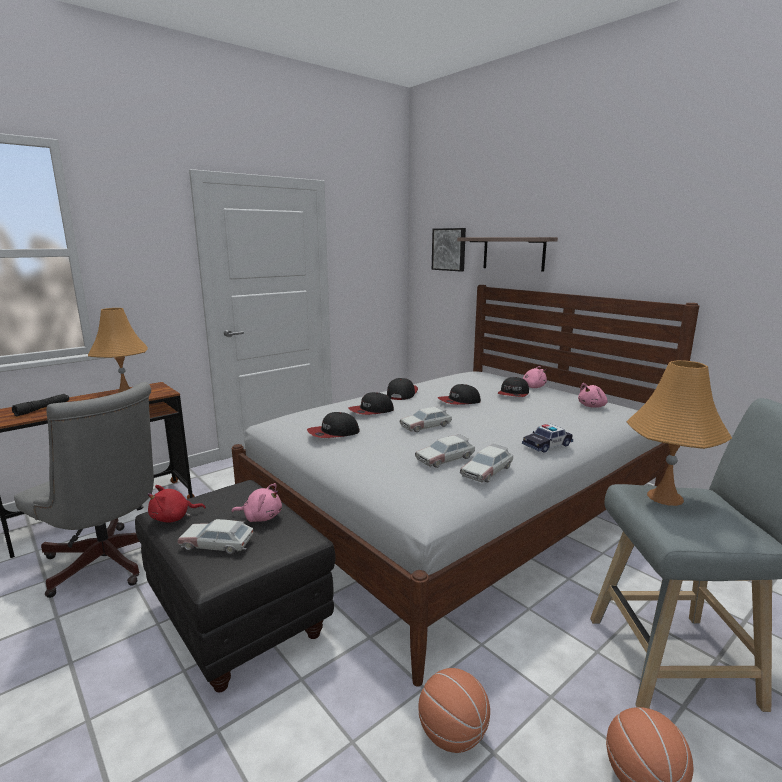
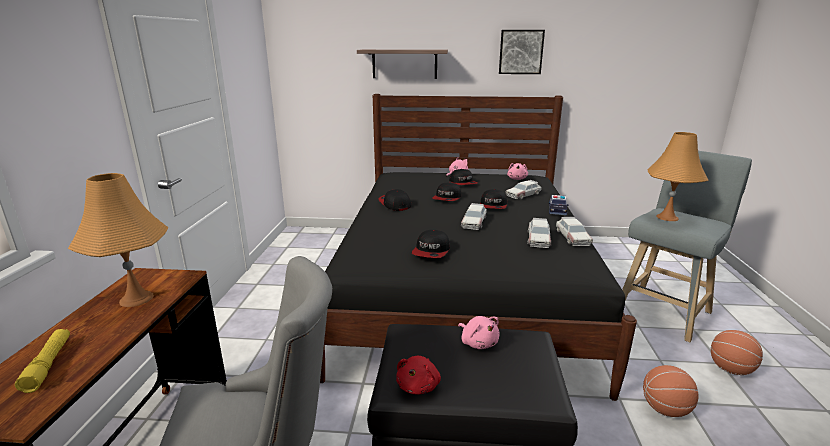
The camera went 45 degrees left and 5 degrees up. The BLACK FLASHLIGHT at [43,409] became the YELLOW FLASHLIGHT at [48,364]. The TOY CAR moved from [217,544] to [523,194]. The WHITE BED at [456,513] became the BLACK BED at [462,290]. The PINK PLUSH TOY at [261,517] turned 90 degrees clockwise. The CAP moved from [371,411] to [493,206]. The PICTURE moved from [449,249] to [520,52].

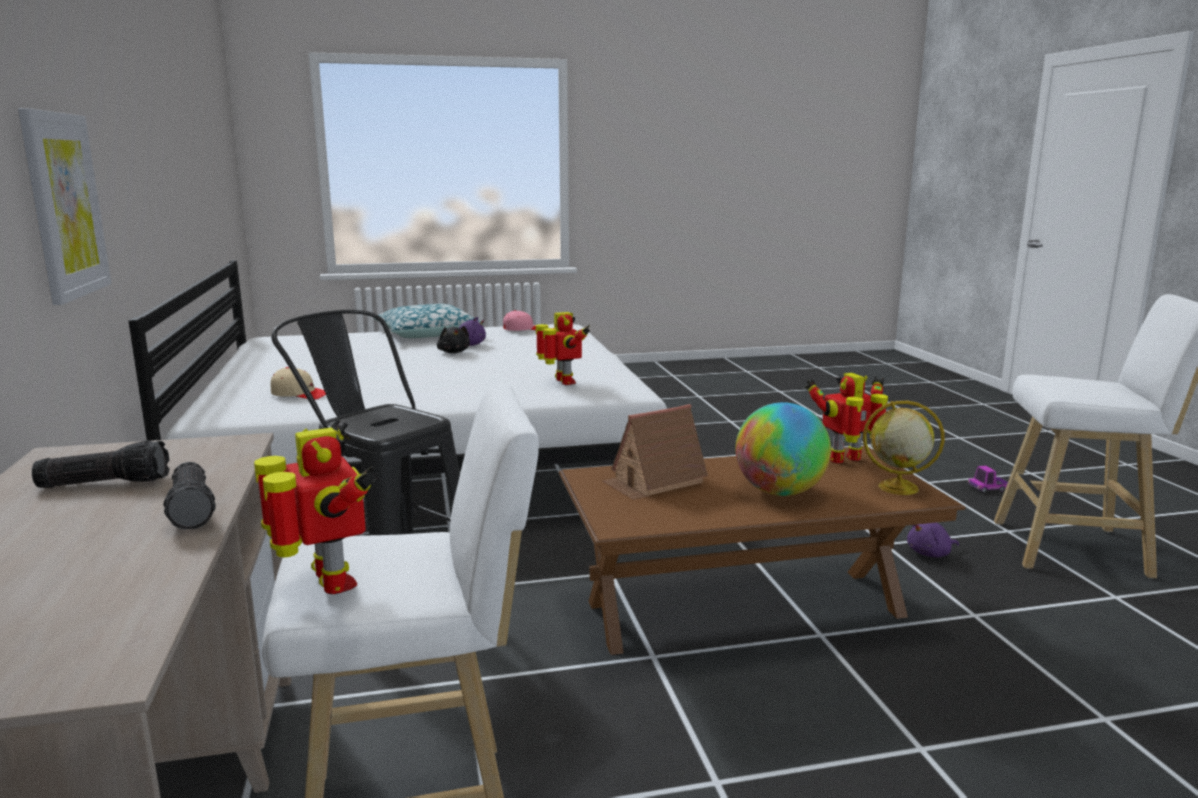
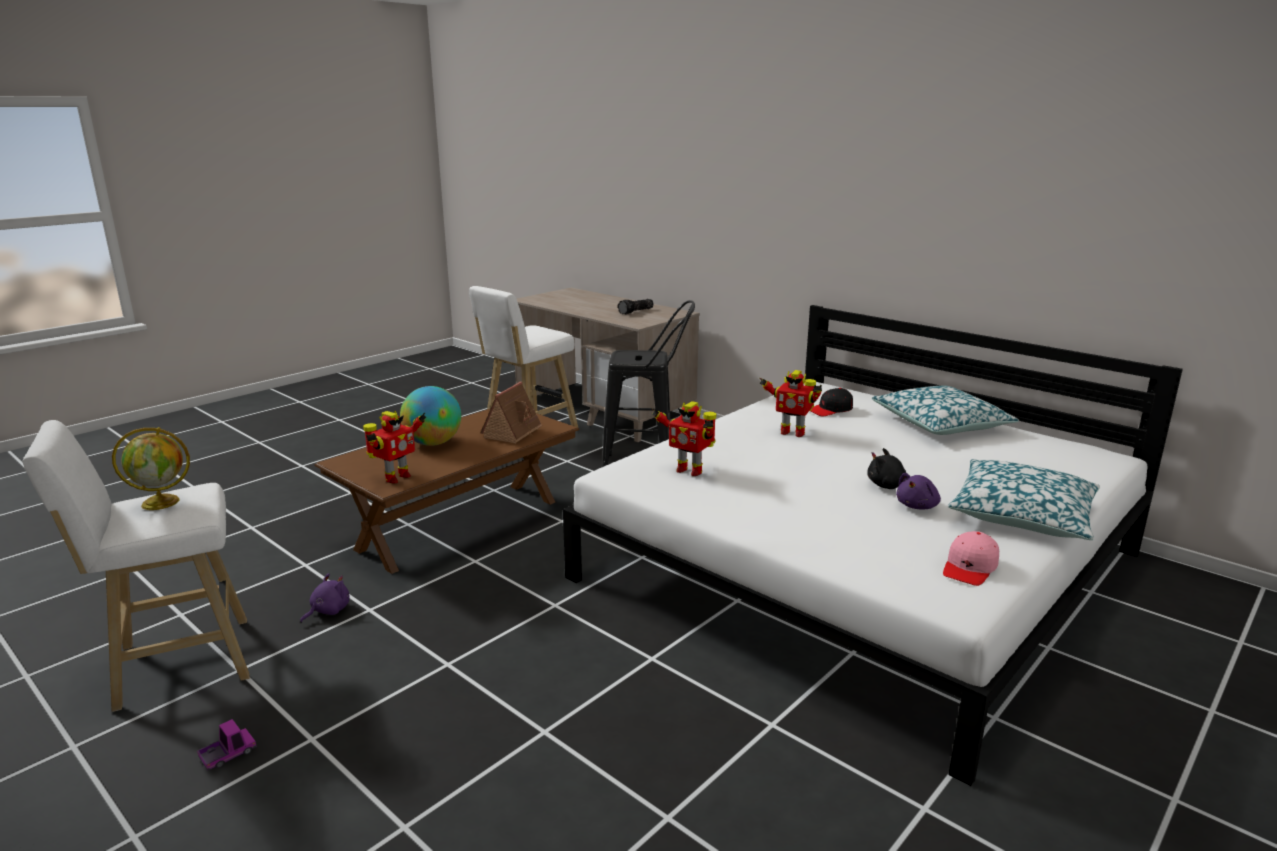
The camera went 145 degrees right and 5 degrees up. The PICTURE at [64,205] disappeared. The FLASHLIGHT at [194,509] disappeared. The TOY ROBOT moved from [329,582] to [792,432]. The BEIGE CAP at [300,394] became the BLACK CAP at [831,410]. The GLOBE moved from [897,487] to [162,502]. The PILLOW at [940,424] appeared.

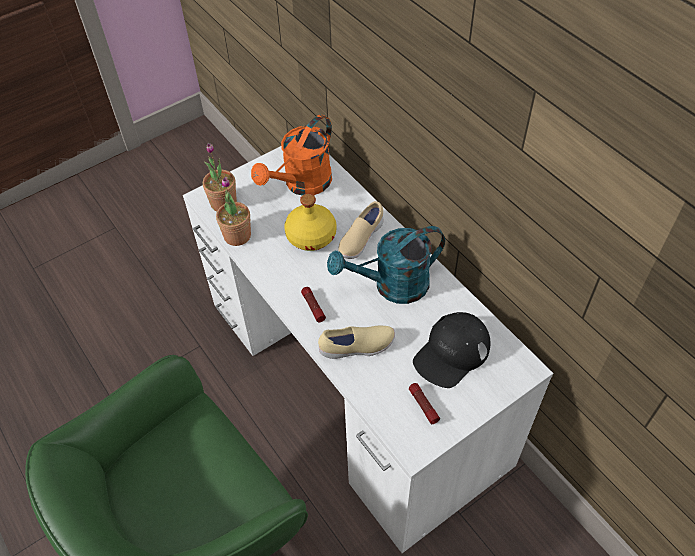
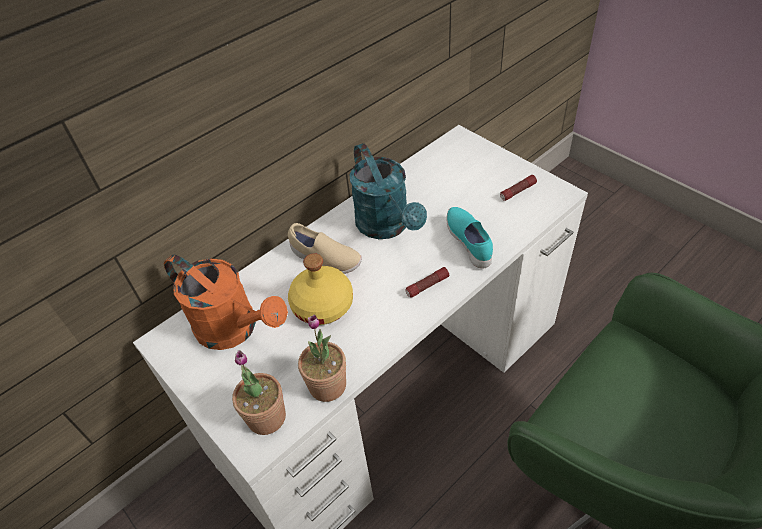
The camera went 95 degrees left and 5 degrees down. The BEIGE SHOE at [357,347] became the TURQUOISE SHOE at [470,243]. The BLACK CAP at [451,353] disappeared.

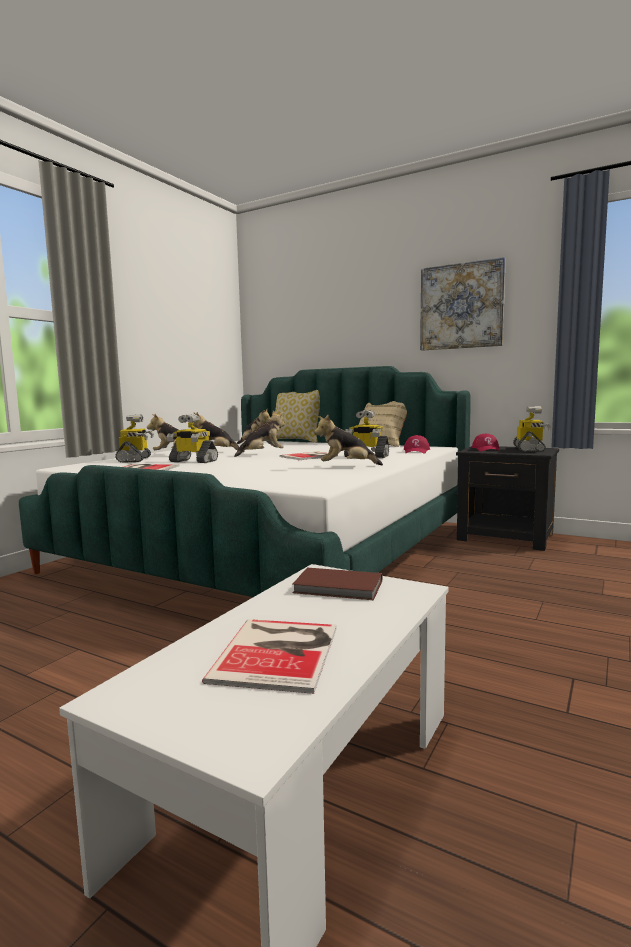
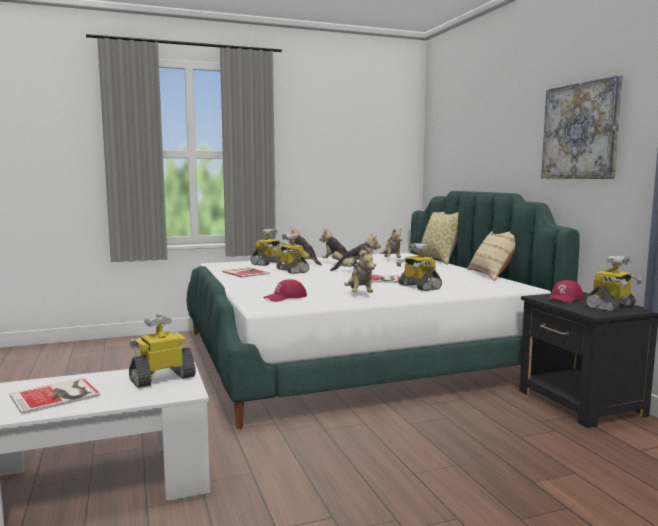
The camera went 40 degrees right and 0 degrees up. The BROWN BOOK at [339,587] was replaced by the TOY ROBOT at [162,378]. The PLUSH TOY at [346,466] turned 135 degrees counterclockwise. The RED CAP moved from [416,451] to [285,297].

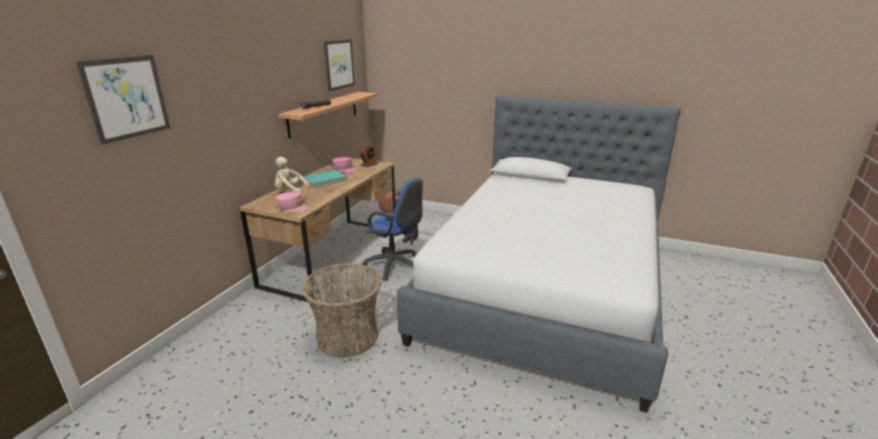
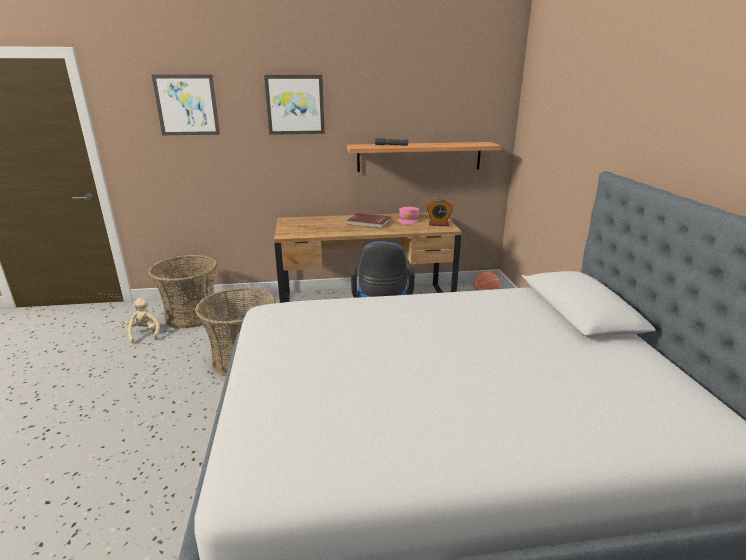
The camera went 60 degrees right and 0 degrees up. The BEIGE PLUSH TOY moved from [290,190] to [145,333]. The PINK CAP at [293,207] disappeared. The TURQUOISE BOOK at [325,180] became the RED BOOK at [369,222]. The PICTURE moved from [338,64] to [295,104]. The BASKET at [192,315] appeared.

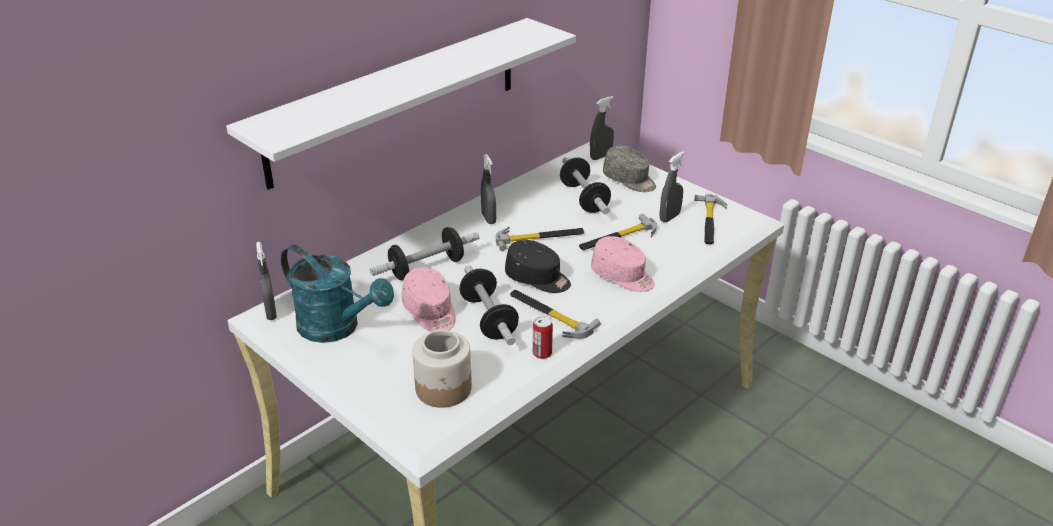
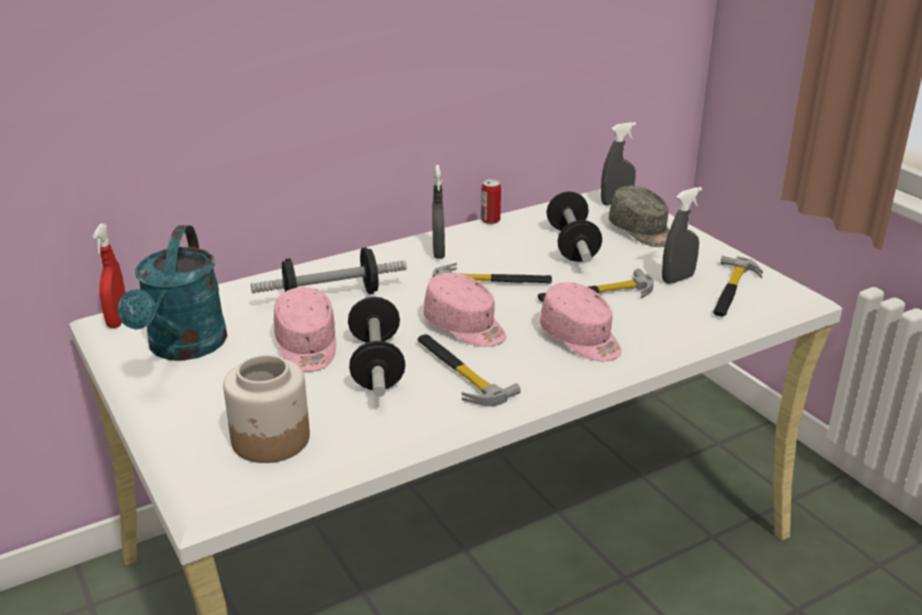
The camera went 15 degrees right and 5 degrees down. The WHITE SHELF at [396,100] disappeared. The GREY SPRAY BOTTLE at [271,312] became the RED SPRAY BOTTLE at [118,320]. The TURQUOISE WATERING CAN at [337,328] turned 45 degrees clockwise. The BLACK CAP at [538,279] became the PINK CAP at [465,327]. The CAN moved from [542,353] to [490,220].

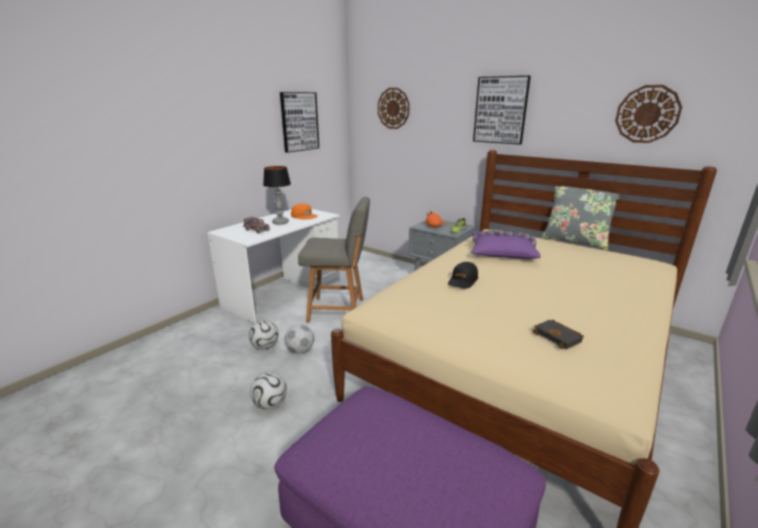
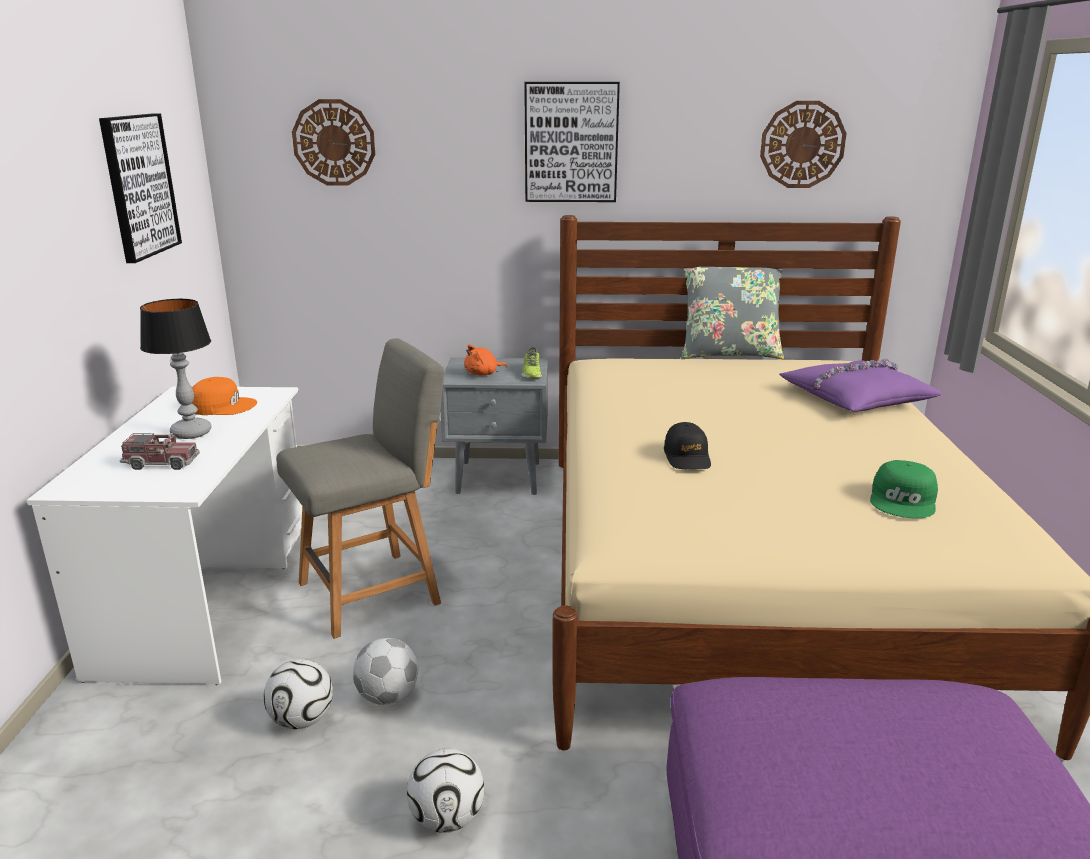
The camera went 35 degrees left and 0 degrees up. The PURPLE PILLOW moved from [502,251] to [855,398]. The BLACK BOOK at [559,337] was replaced by the GREEN CAP at [904,500].

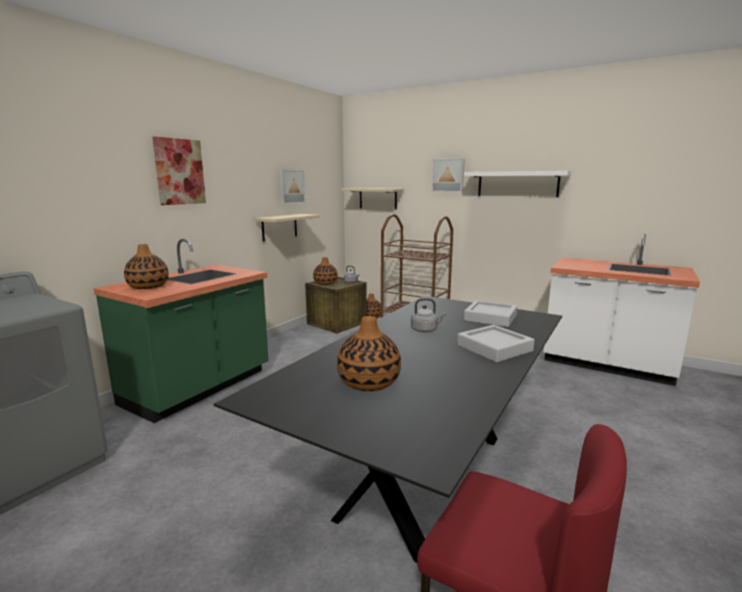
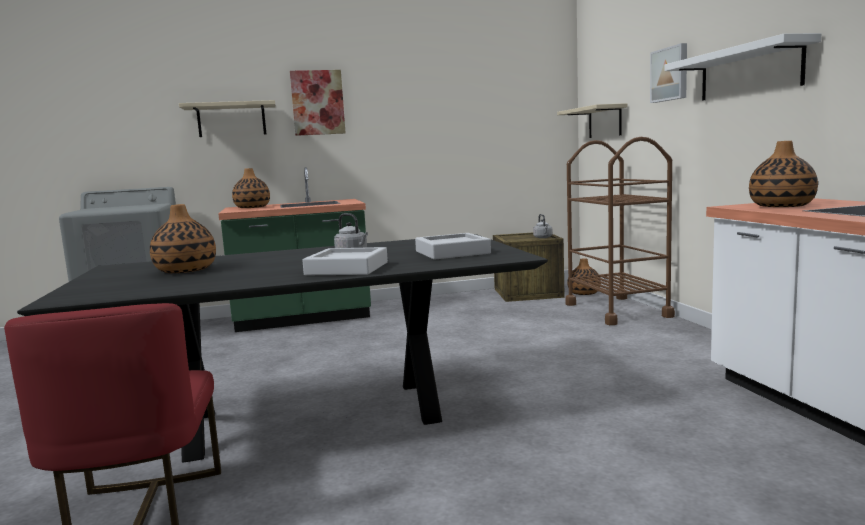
The camera went 45 degrees right and 5 degrees down. The BEIGE SHELF moved from [279,227] to [231,120]. The PICTURE at [291,186] disappeared. The VASE moved from [325,283] to [781,206].

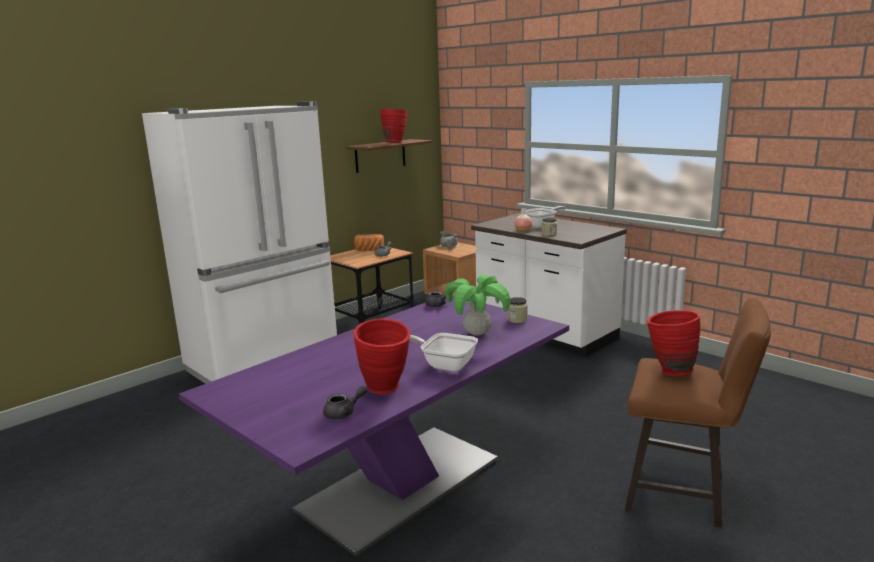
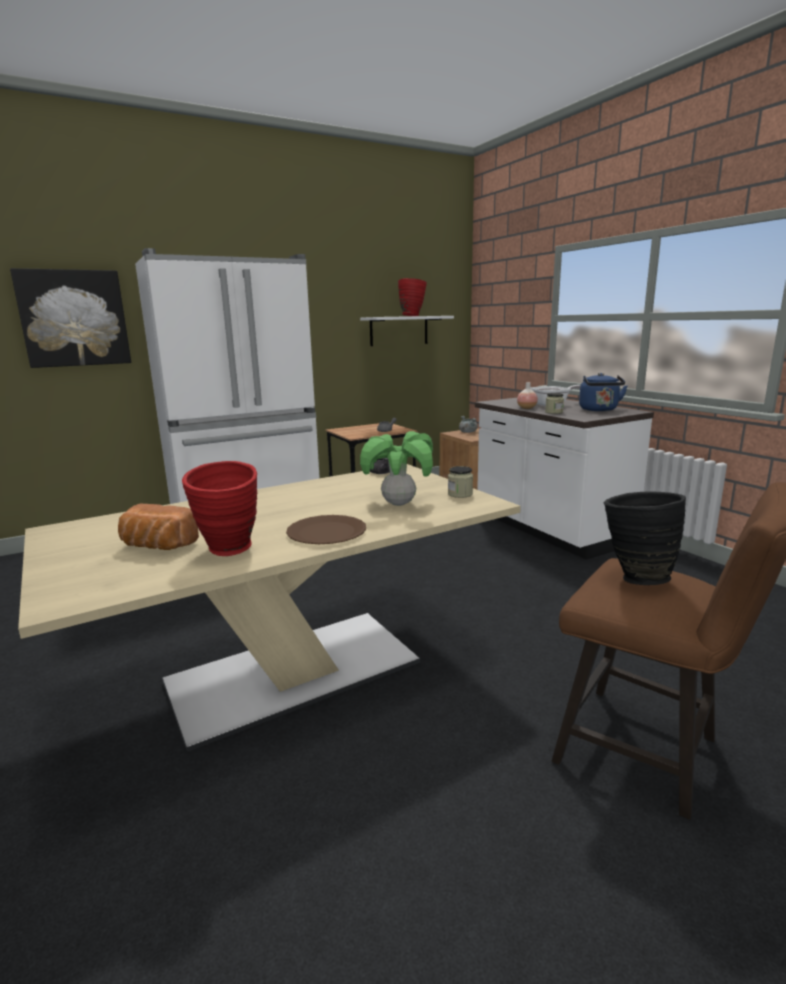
The camera went 15 degrees right and 0 degrees up. The PURPLE DINING TABLE at [400,485] became the BEIGE DINING TABLE at [294,673]. The GREY TEAPOT at [344,413] disappeared. The BROWN SHELF at [380,155] became the WHITE SHELF at [399,331]. The BREAD moved from [369,250] to [157,546]. The FRYING PAN at [444,364] was replaced by the BROWN PLATE at [326,532]. The RED VASE at [669,371] became the BLACK VASE at [635,577]. The PICTURE at [74,318] appeared. The BLUE KETTLE at [599,410] appeared.

